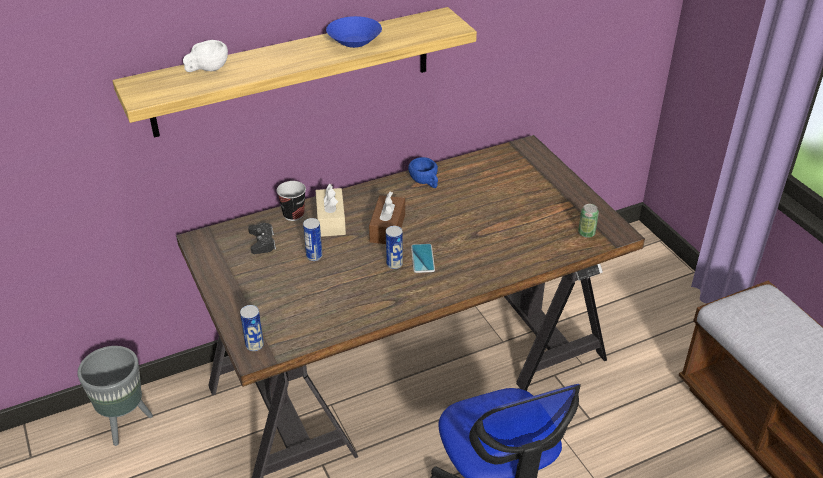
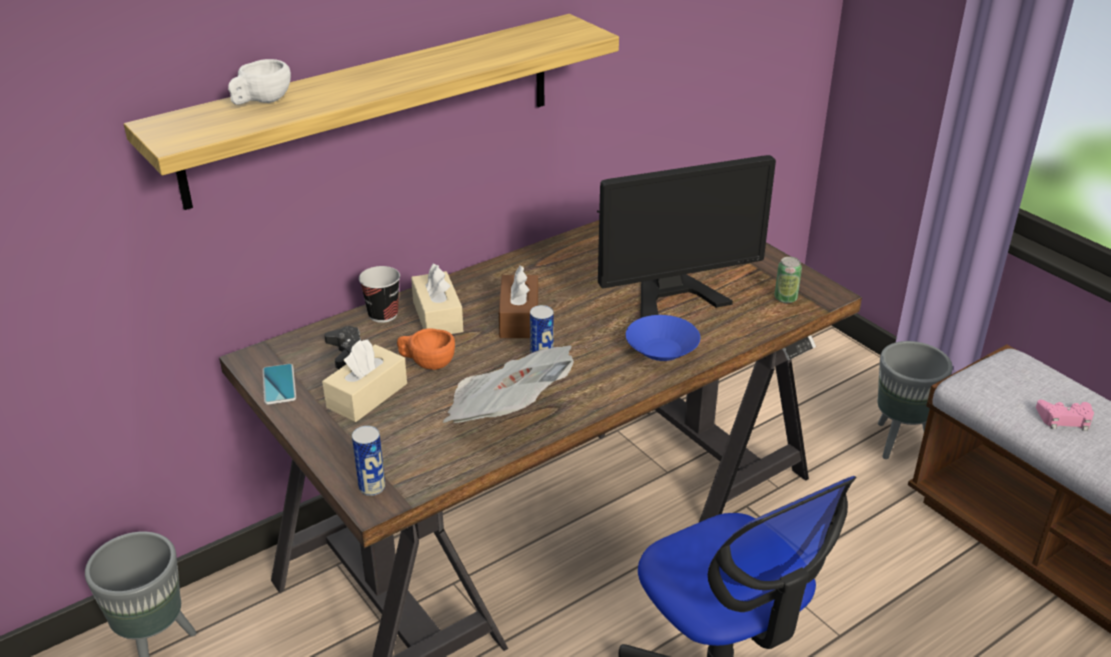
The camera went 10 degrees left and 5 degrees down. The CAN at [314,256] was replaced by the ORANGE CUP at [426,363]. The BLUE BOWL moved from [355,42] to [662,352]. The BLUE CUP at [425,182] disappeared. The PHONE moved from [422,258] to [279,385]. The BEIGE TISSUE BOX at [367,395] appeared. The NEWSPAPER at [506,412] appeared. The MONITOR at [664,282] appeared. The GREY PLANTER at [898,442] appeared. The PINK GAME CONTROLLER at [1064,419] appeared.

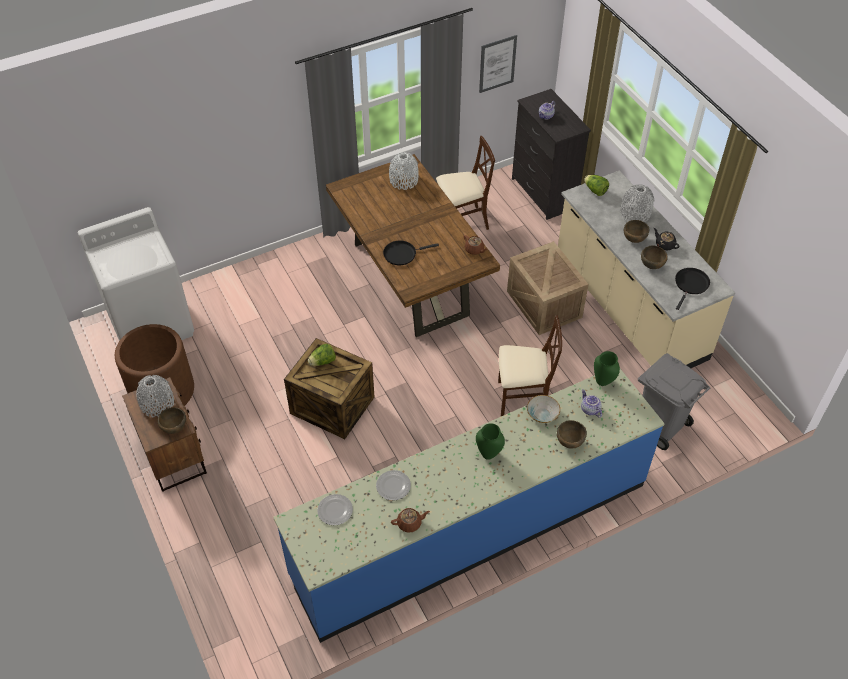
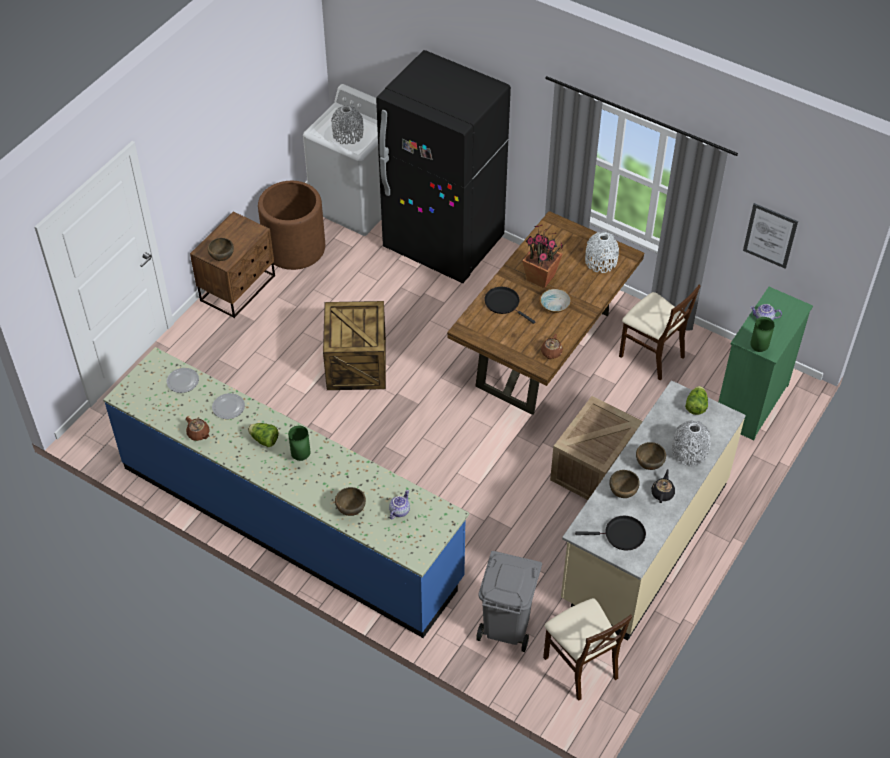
The camera went 60 degrees right and 0 degrees up. The GREY VASE moved from [157,404] to [348,135]. The LETTUCE moved from [322,362] to [264,440]. The BEIGE CHAIR moved from [522,399] to [581,665]. The BLACK DRESSER at [543,194] became the GREEN DRESSER at [750,403]. The BOWL moved from [542,414] to [554,306]. The GREEN VASE moved from [603,381] to [759,349]. The BLACK FRIDGE at [443,244] appeared. The POTTED PLANT at [541,278] appeared.

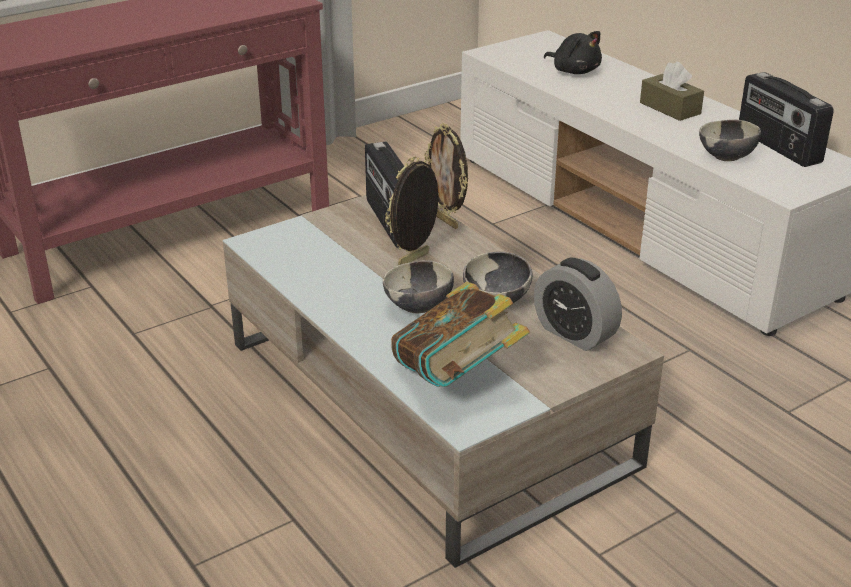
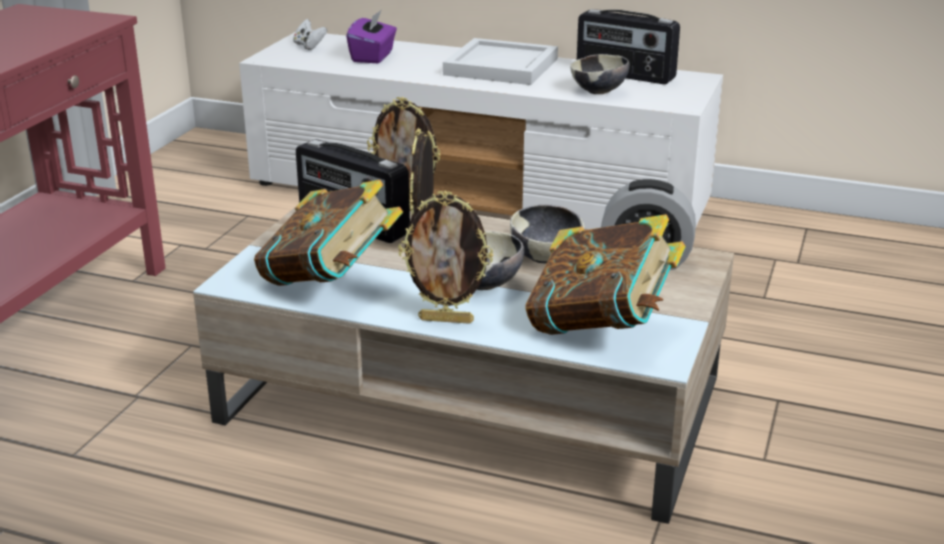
The camera went 35 degrees left and 5 degrees down. The BLACK PLUSH TOY at [574,71] was replaced by the PURPLE TISSUE BOX at [373,56]. The BROWN TISSUE BOX at [670,108] was replaced by the WHITE TRAY at [499,67]. The BOOK at [330,283] appeared. The WHITE GAME CONTROLLER at [309,46] appeared. The PICTURE FRAME at [446,320] appeared.

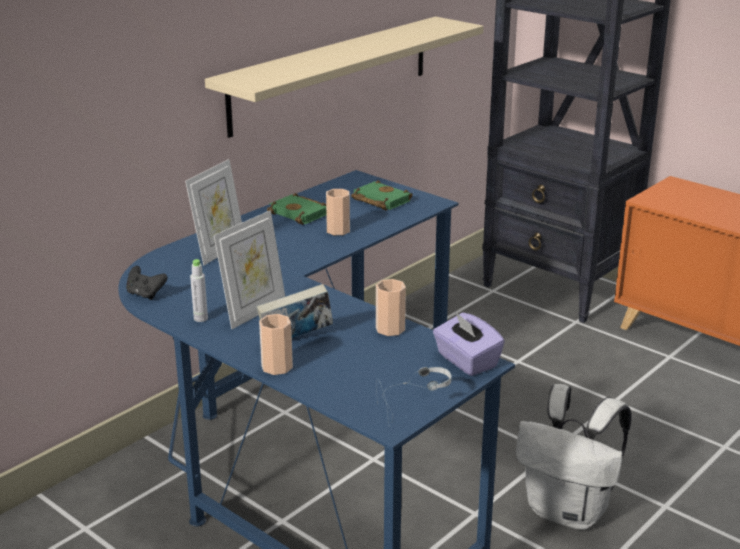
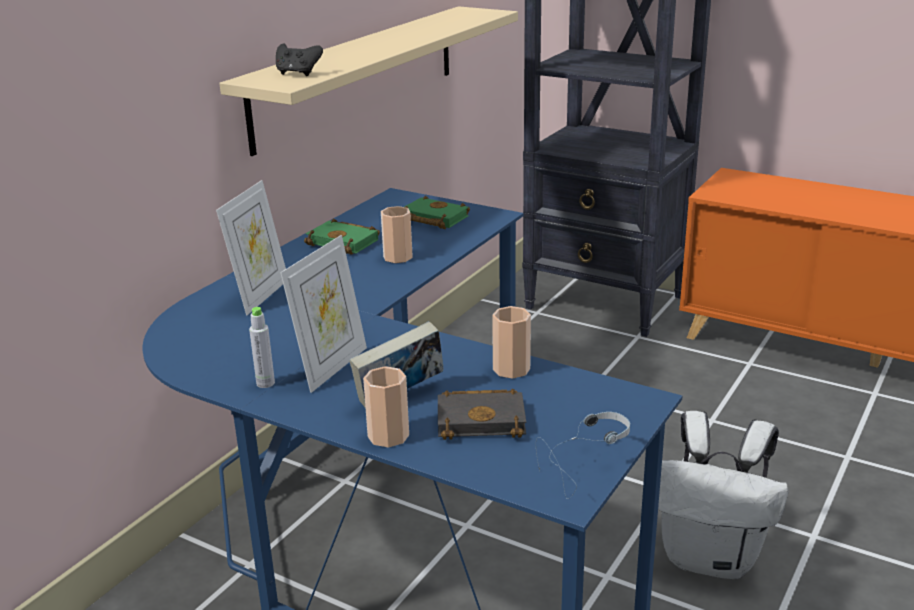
The camera went 10 degrees left and 0 degrees up. The BLACK GAME CONTROLLER moved from [145,294] to [298,73]. The PURPLE TISSUE BOX at [466,361] disappeared. The BLACK BOOK at [483,419] appeared.

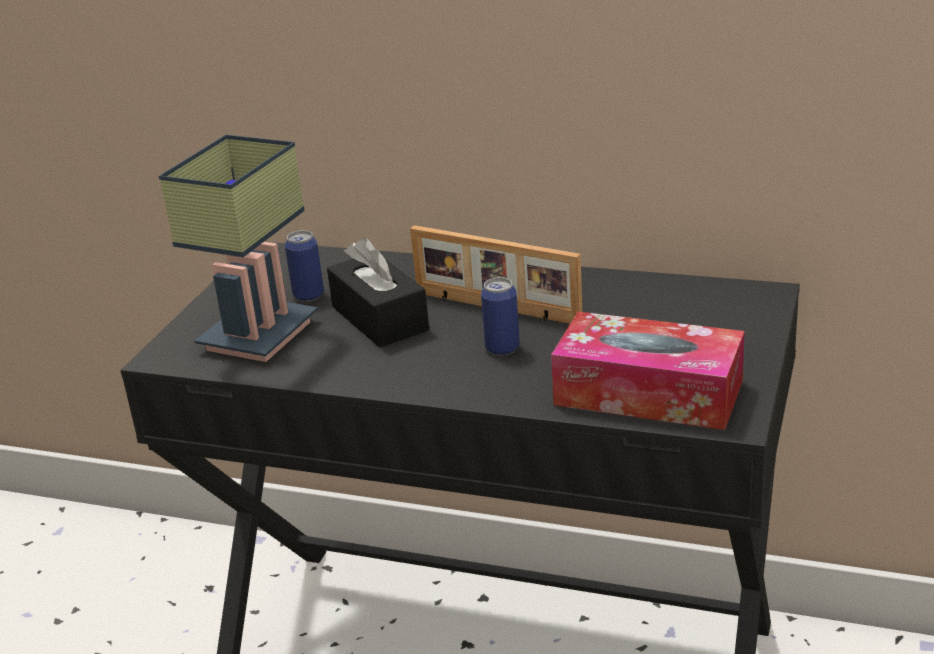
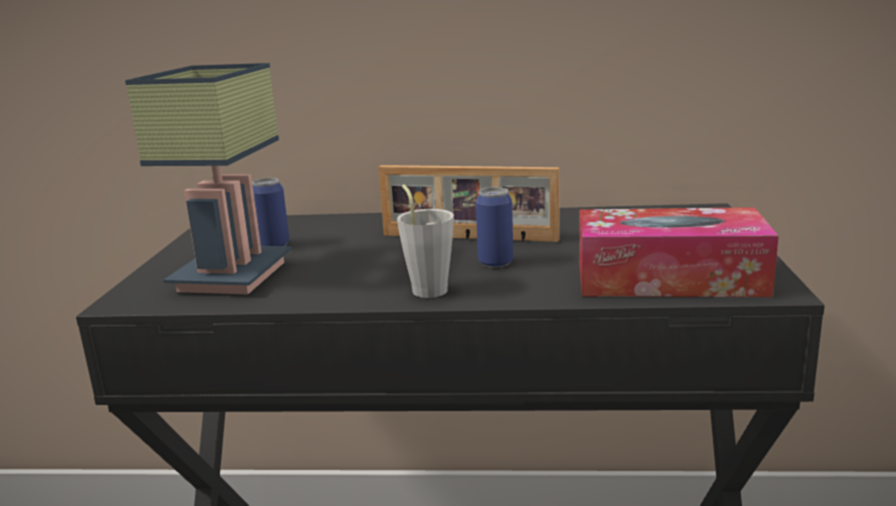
The camera went 15 degrees left and 10 degrees down. The BLACK TISSUE BOX at [379,318] disappeared. The GREY CUP at [427,288] appeared.

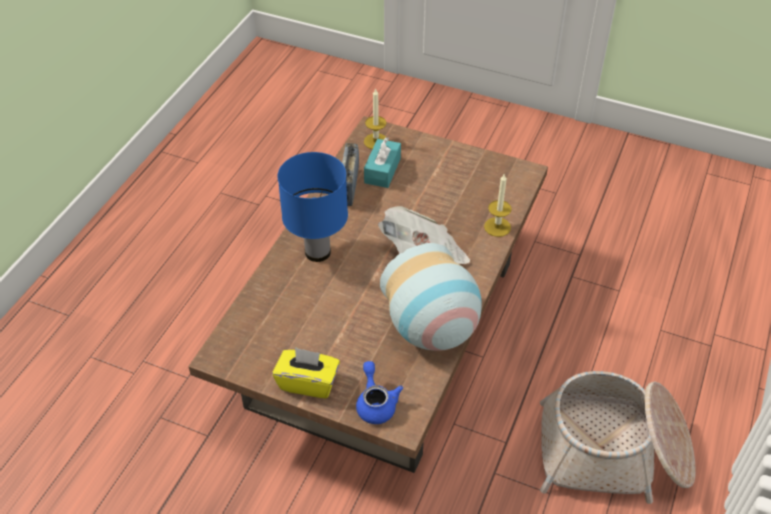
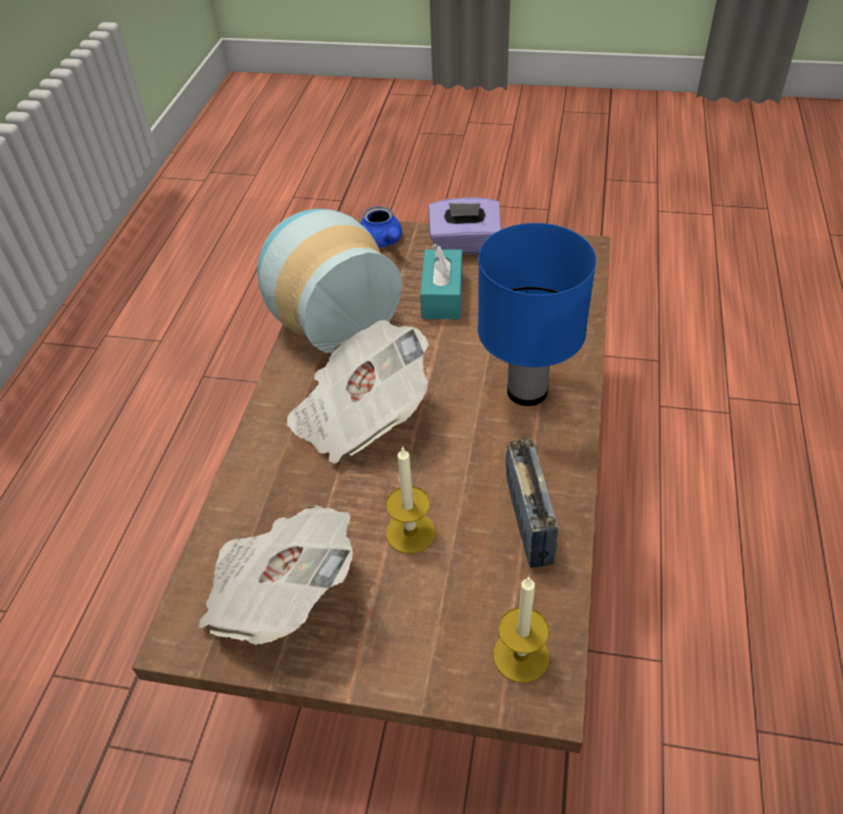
The camera went 170 degrees right and 0 degrees up. The YELLOW TISSUE BOX at [308,382] became the PURPLE TISSUE BOX at [464,245]. The TURQUOISE TISSUE BOX moved from [382,170] to [442,296]. The CANDLE moved from [497,227] to [410,532]. The BASKET at [613,453] disappeared. The NEWSPAPER at [280,593] appeared.

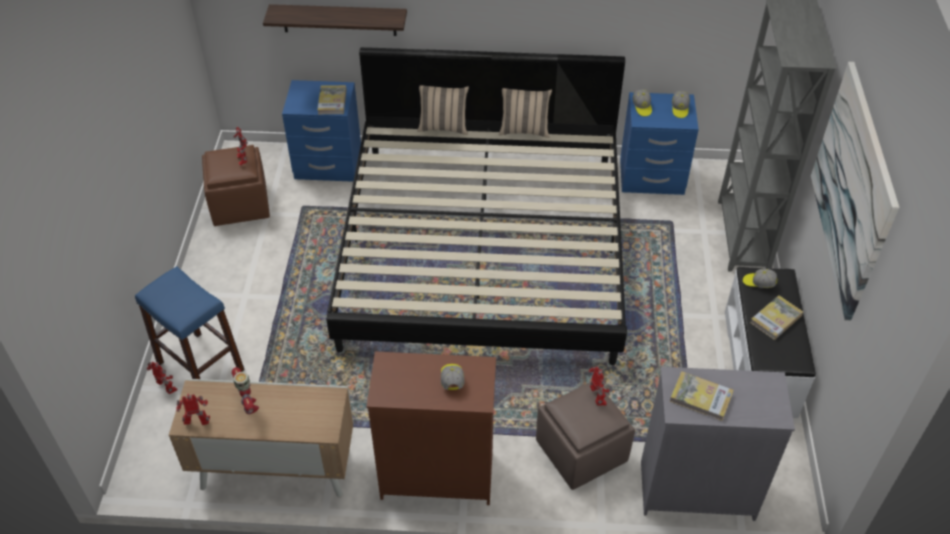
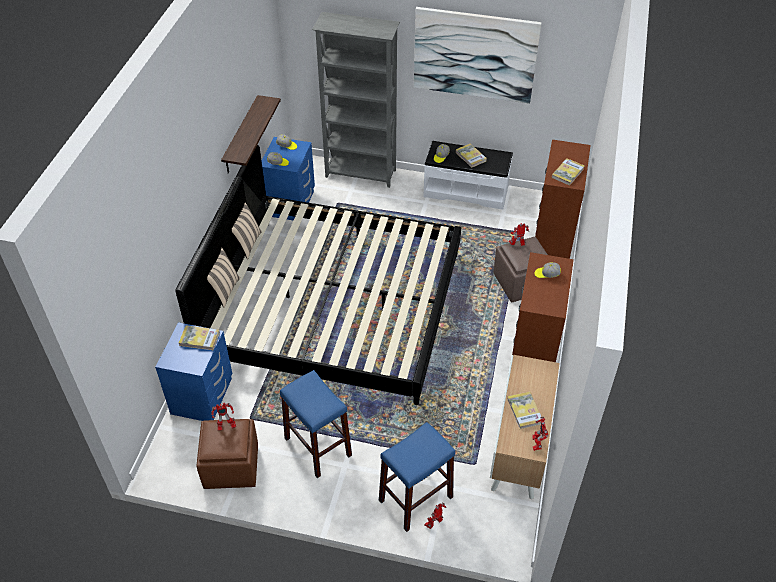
The camera went 80 degrees left and 0 degrees up. The TOY ROBOT at [249,406] was replaced by the BOOK at [524,411]. The SHELF moved from [339,20] to [241,136]. The GREY DRESSER at [696,489] became the BROWN DRESSER at [552,238]. The BLUE STOOL at [318,446] appeared.

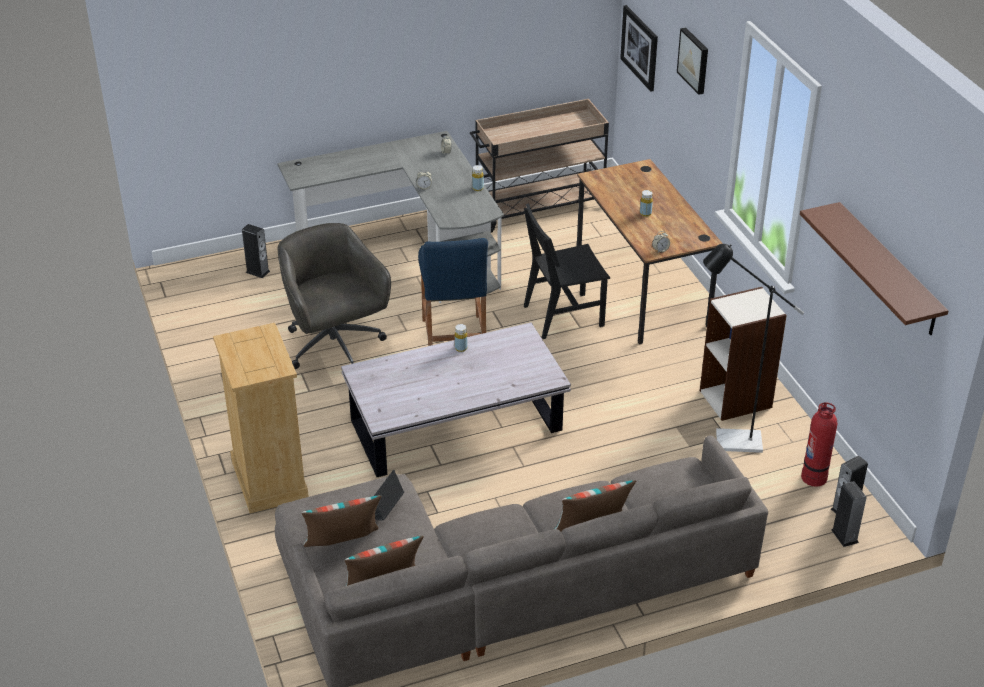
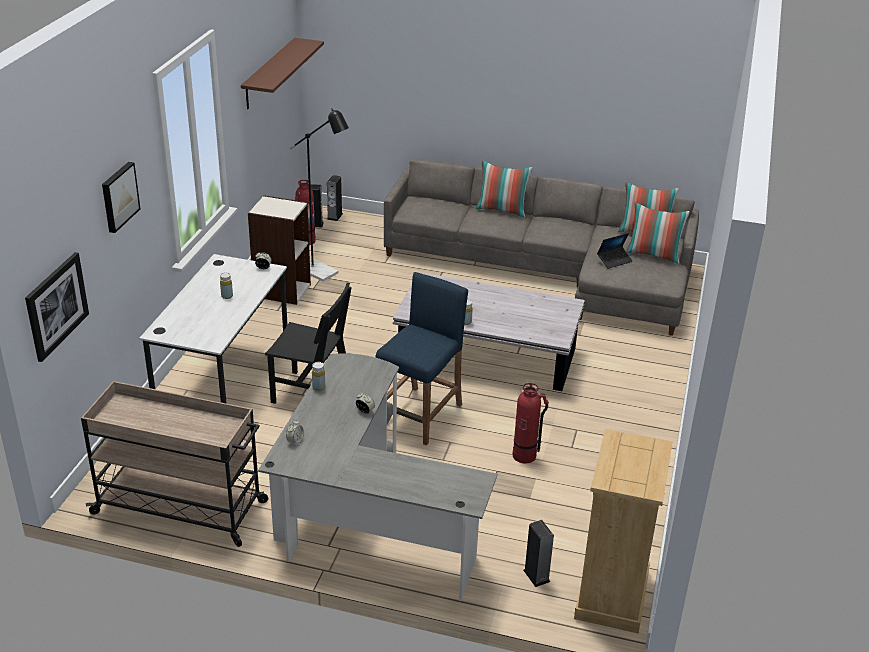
The camera went 145 degrees left and 5 degrees down. The BEIGE DRESSER moved from [269,479] to [612,595]. The GREY OFFICE CHAIR at [335,347] was replaced by the FIRE EXTINGUISHER at [525,456]. The BROWN DESK at [641,290] became the WHITE DESK at [224,383].

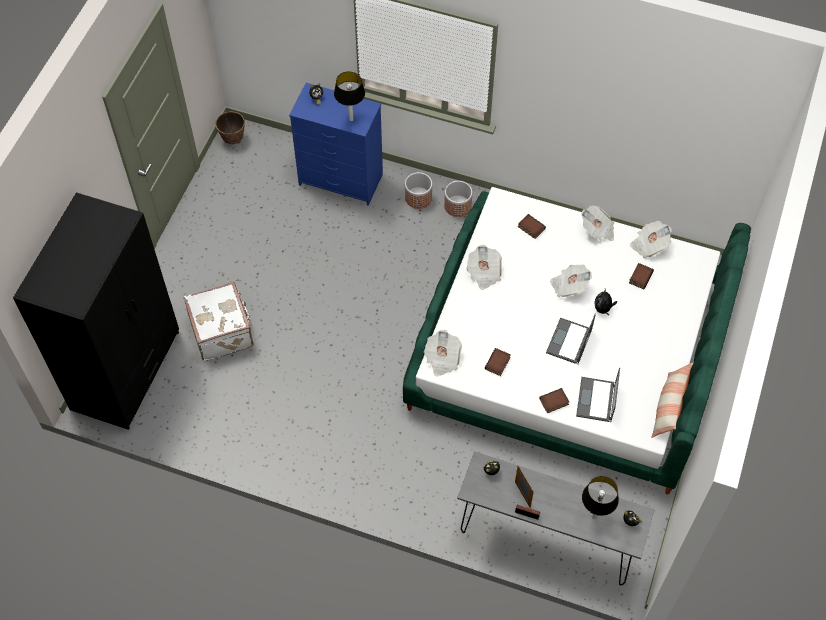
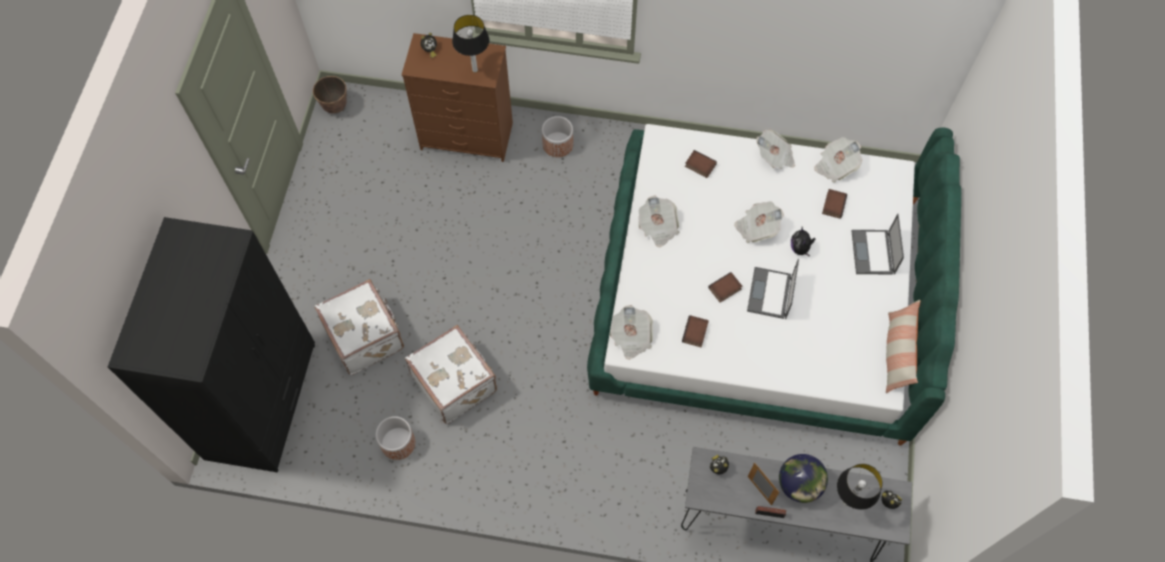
The camera went 10 degrees left and 5 degrees up. The BLUE DRESSER at [341,179] became the BROWN DRESSER at [467,136]. The PLANTER moved from [458,206] to [398,443]. The BOOK moved from [554,402] to [725,289]. The LAPTOP moved from [596,400] to [873,253]. The WHITE SUITCASE at [455,382] appeared. The GLOBE at [799,484] appeared.

